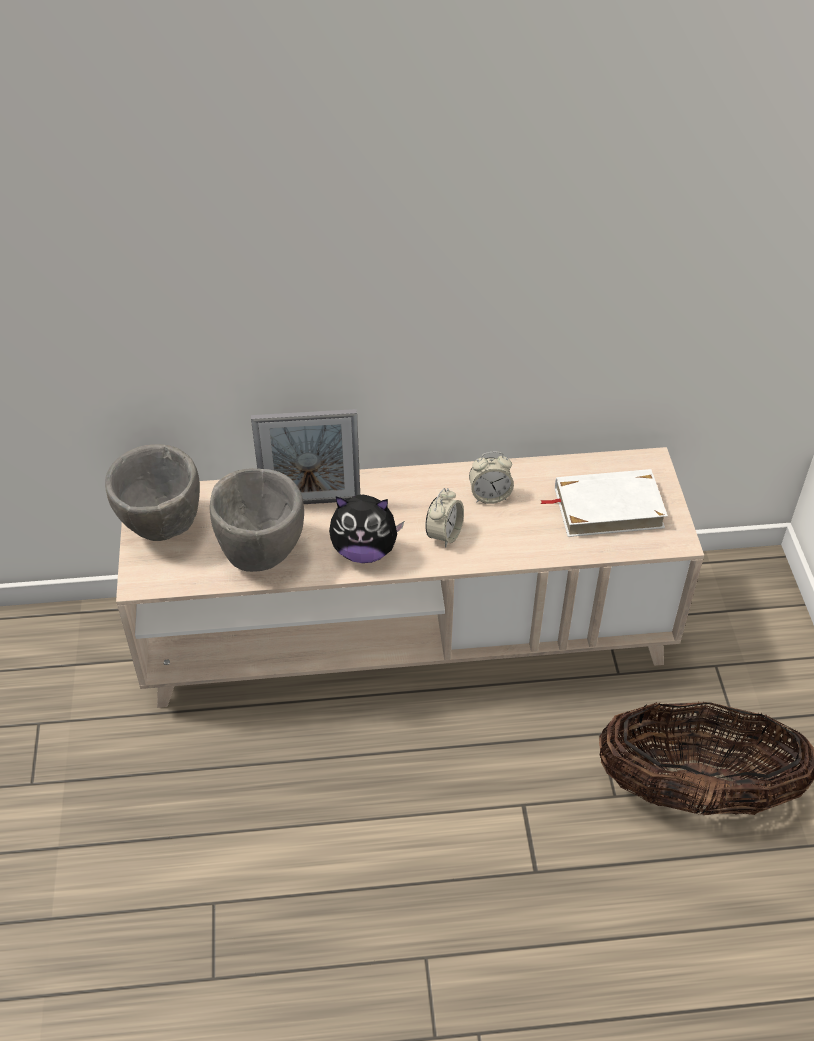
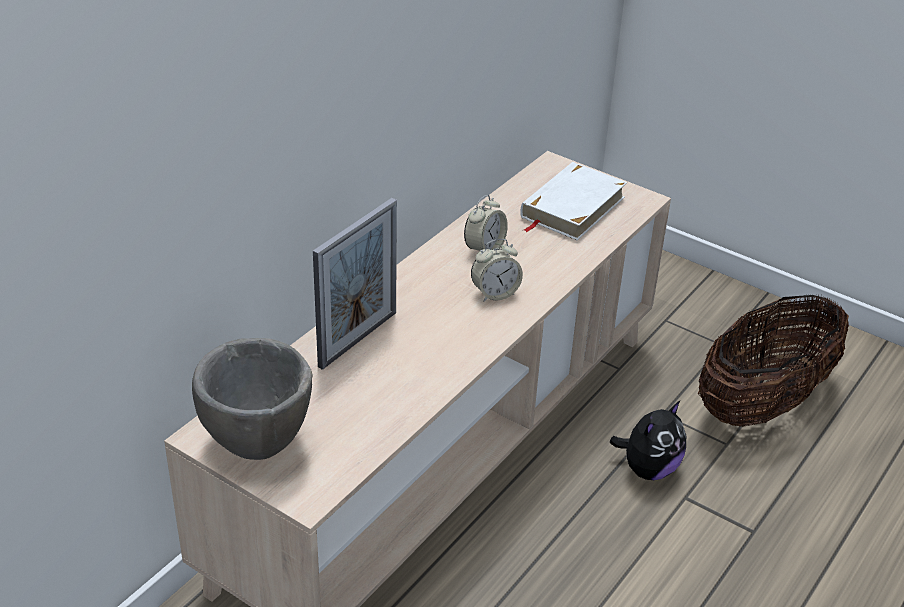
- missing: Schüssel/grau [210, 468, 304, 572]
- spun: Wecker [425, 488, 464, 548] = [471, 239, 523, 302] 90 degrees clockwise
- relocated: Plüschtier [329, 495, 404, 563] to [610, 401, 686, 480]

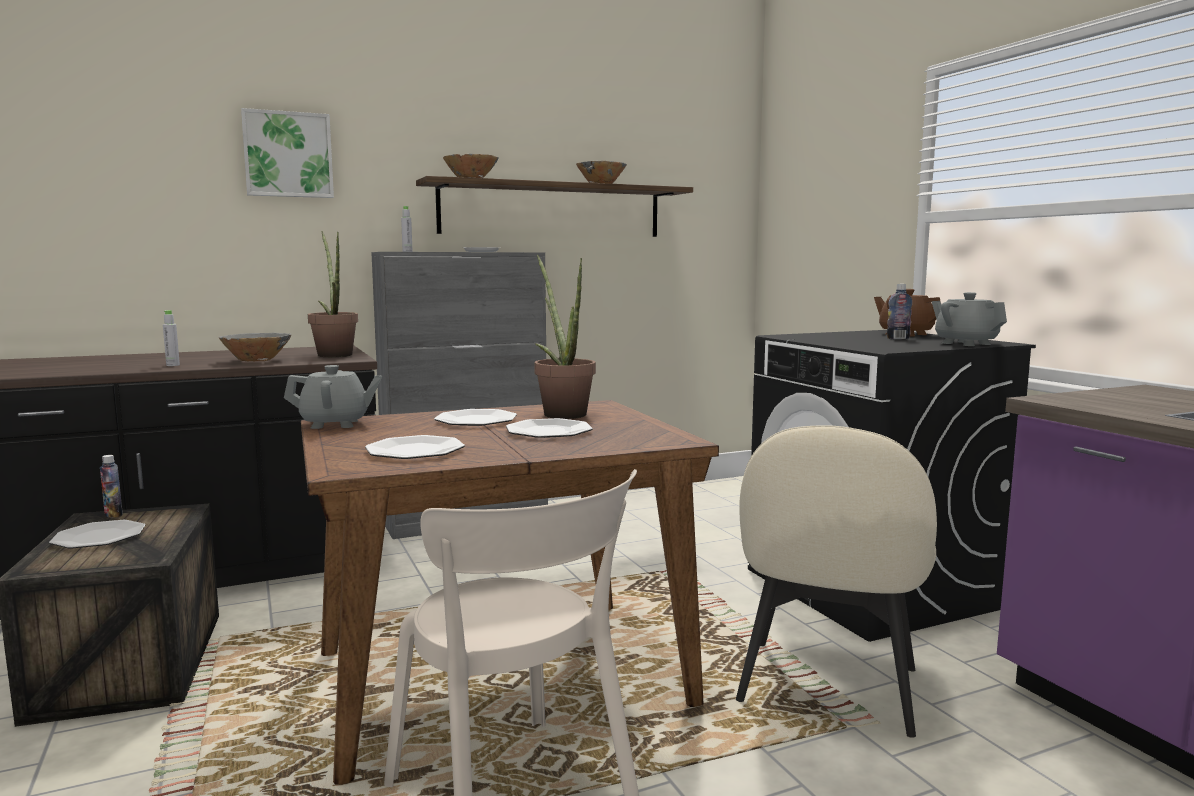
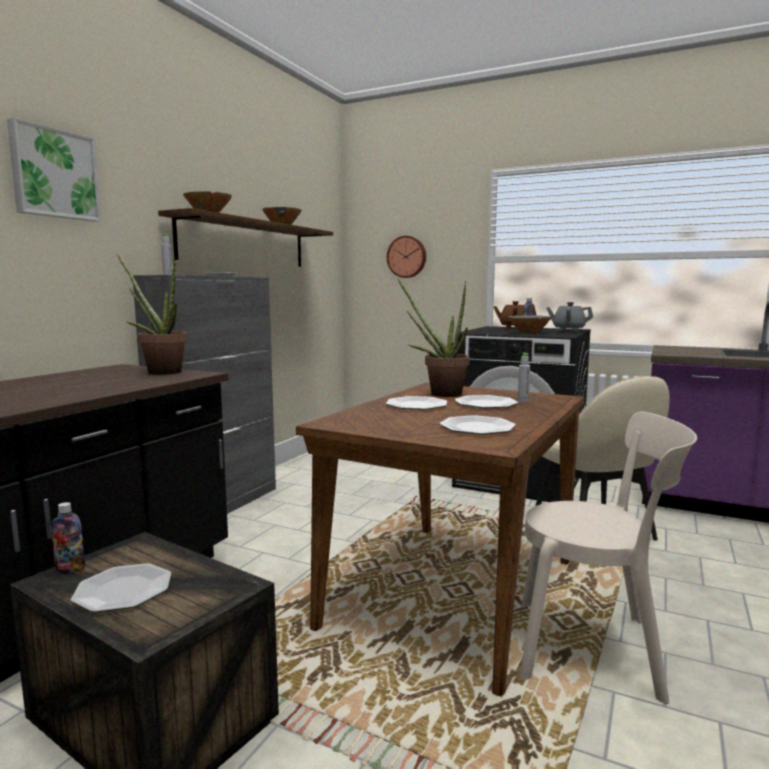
- relocated: Flasche/grau [163, 310, 180, 366] to [518, 353, 530, 403]
- relocated: Schüssel/grau [219, 333, 291, 361] to [509, 315, 552, 333]
- missing: Teekanne/grau [284, 365, 382, 429]
- appeared: Wanduhr [387, 236, 426, 278]

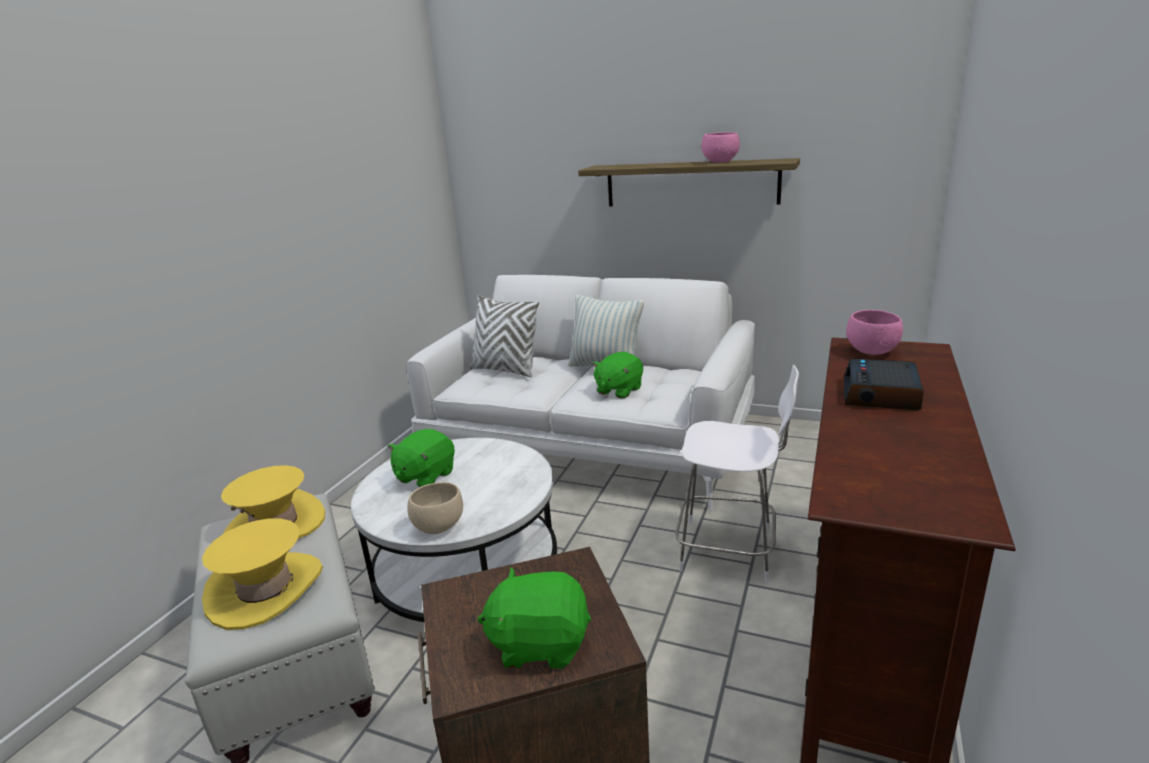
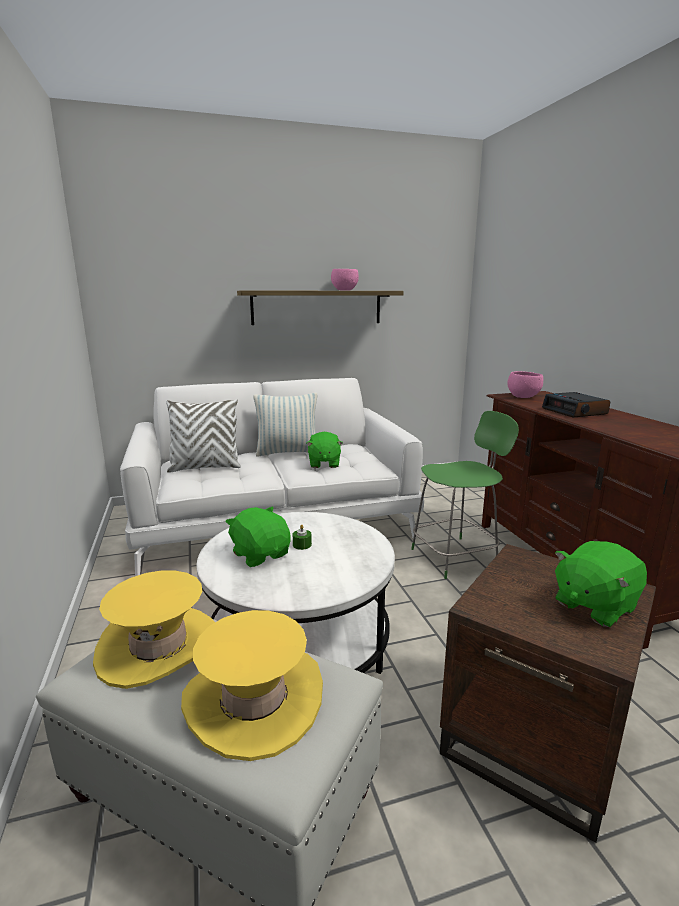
- colour: Hocker/weiß [676, 365, 799, 582] to Hocker/grün [411, 411, 519, 579]
- spun: Plüschtier/grün [387, 429, 455, 487] = [225, 507, 291, 567] 150 degrees clockwise
- missing: Schüssel/beige [407, 482, 463, 534]
- appeared: Kerze/grün [293, 524, 312, 550]

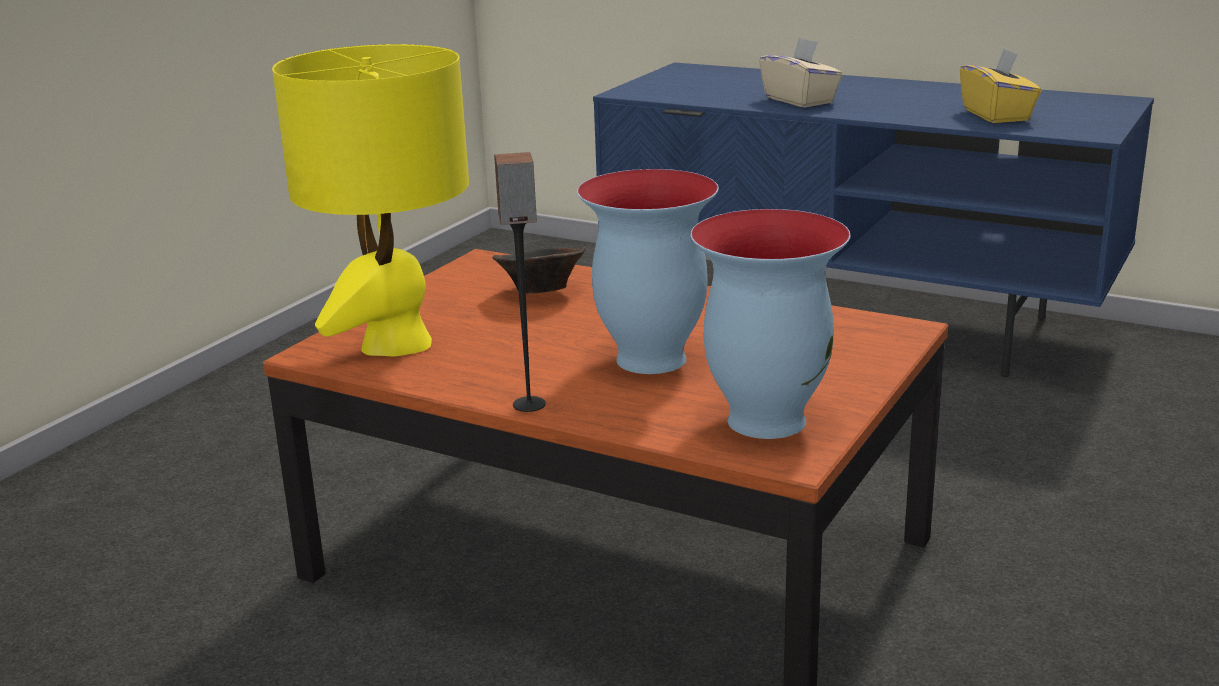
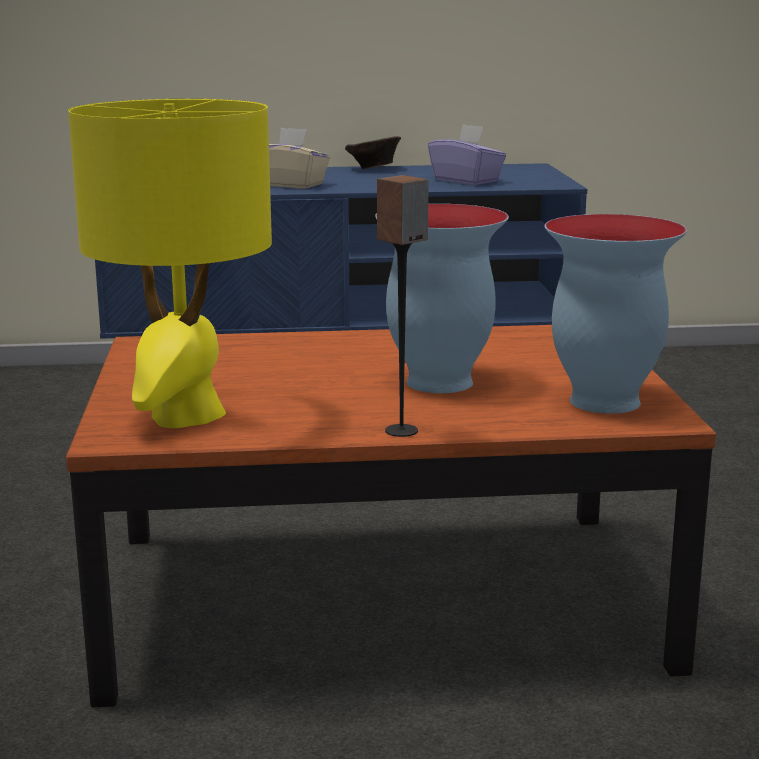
- colour: Taschentuchbox/gelb [960, 48, 1042, 123] to Taschentuchbox/lila [428, 124, 506, 185]
- relocated: Schüssel/braun [492, 247, 585, 294] to [345, 136, 401, 169]

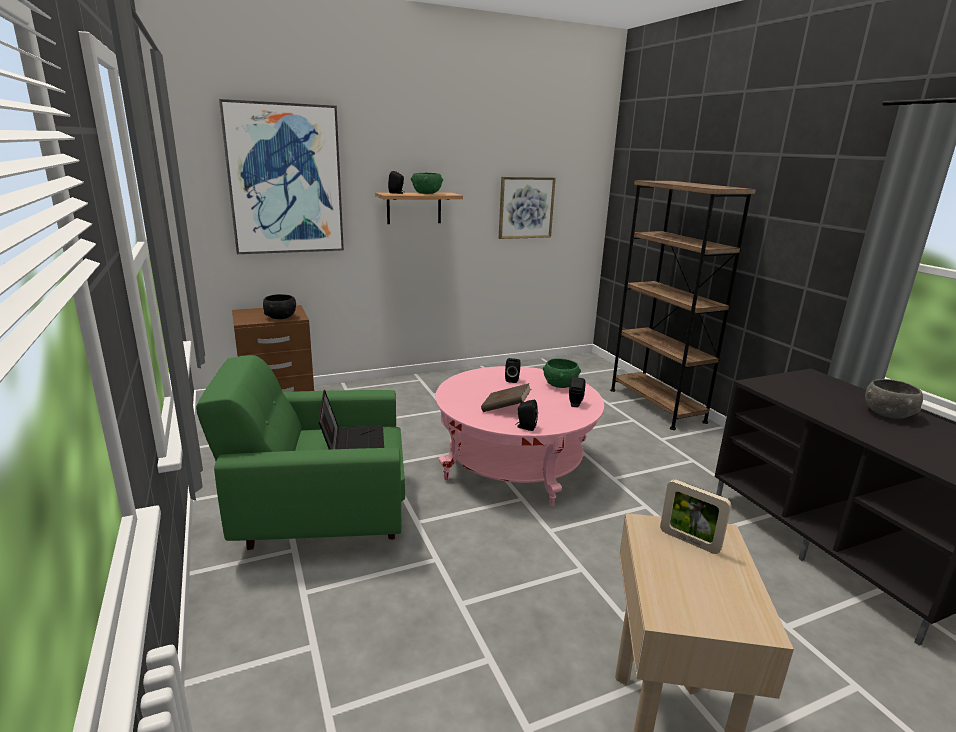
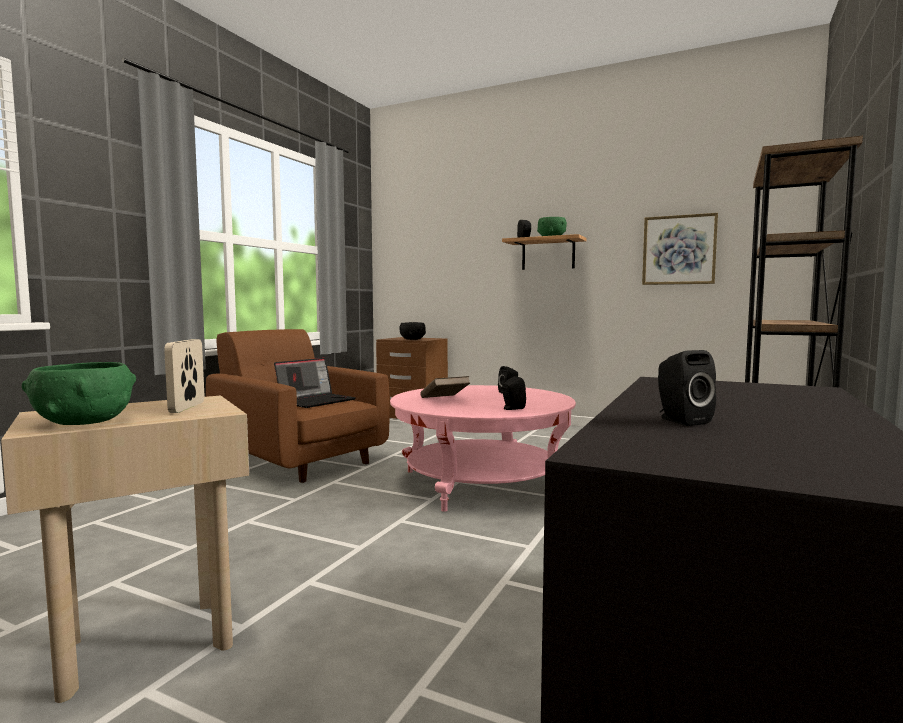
- missing: Bild [219, 99, 344, 254]
- colour: Sessel/grün [196, 355, 405, 550] to Sessel/braun [206, 329, 390, 483]
- relocated: Schüssel/grün [543, 358, 581, 388] to [22, 362, 136, 425]
- missing: Schüssel/grau [865, 379, 923, 419]
- relocated: Lautsprecher/schwarz [515, 399, 538, 431] to [658, 350, 716, 426]

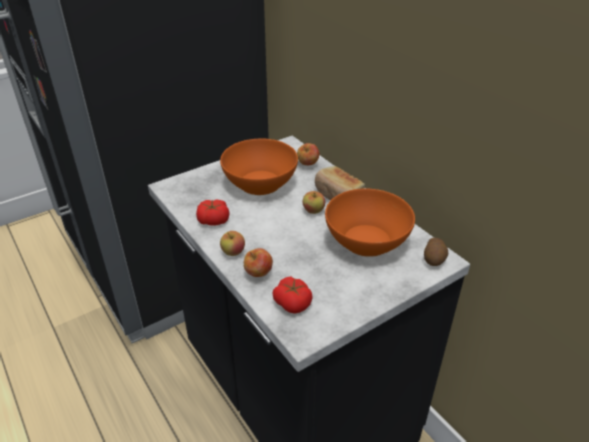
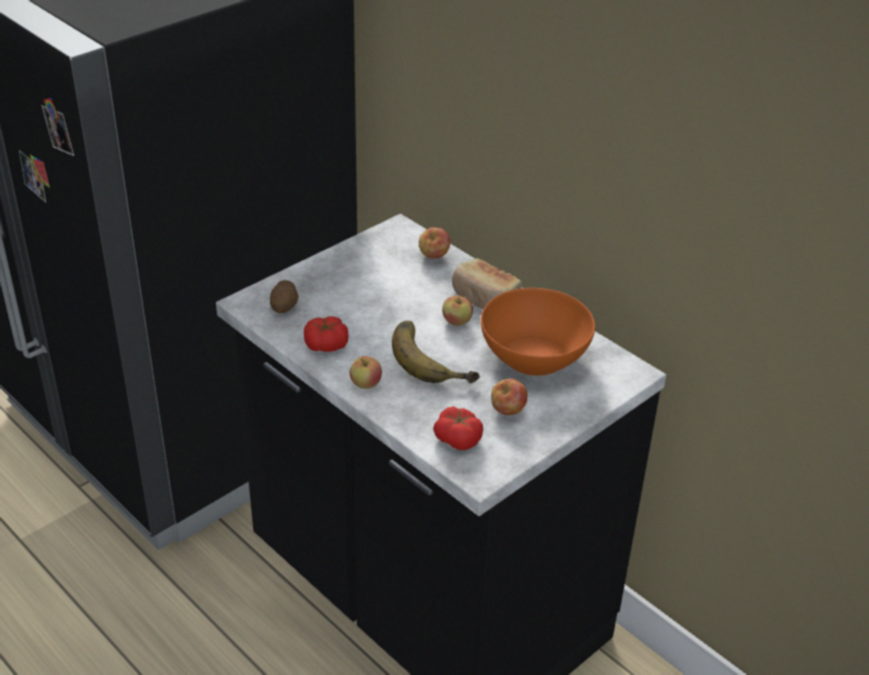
- missing: Schüssel/orange [220, 139, 298, 195]
- relocated: Kartoffel [424, 238, 448, 266] to [270, 280, 299, 313]
- relocated: Apfel [244, 248, 273, 277] to [491, 378, 527, 415]
- appeared: Banane [392, 321, 480, 383]

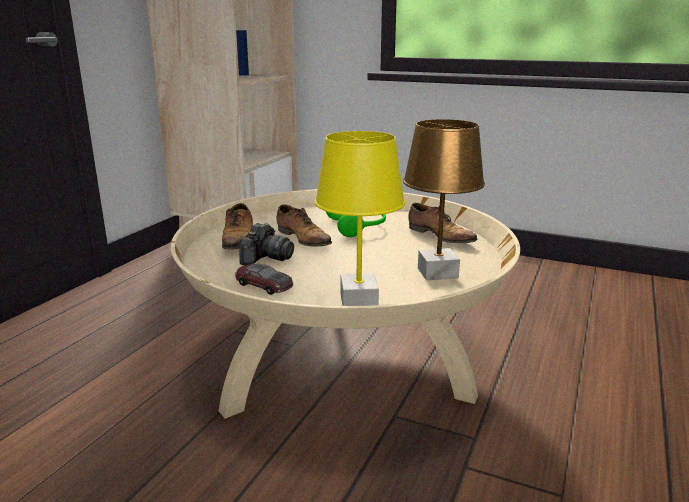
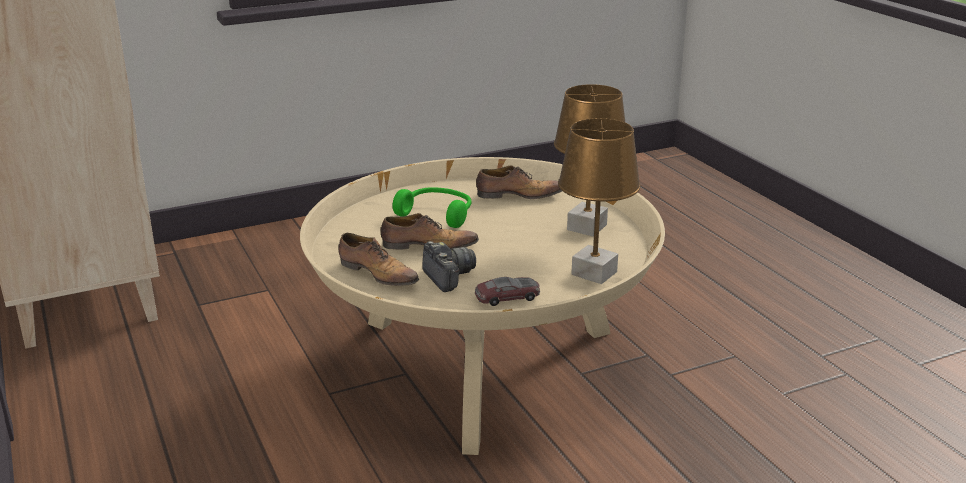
- colour: Tischlampe/gelb [315, 131, 405, 306] to Tischlampe/braun [558, 118, 641, 284]

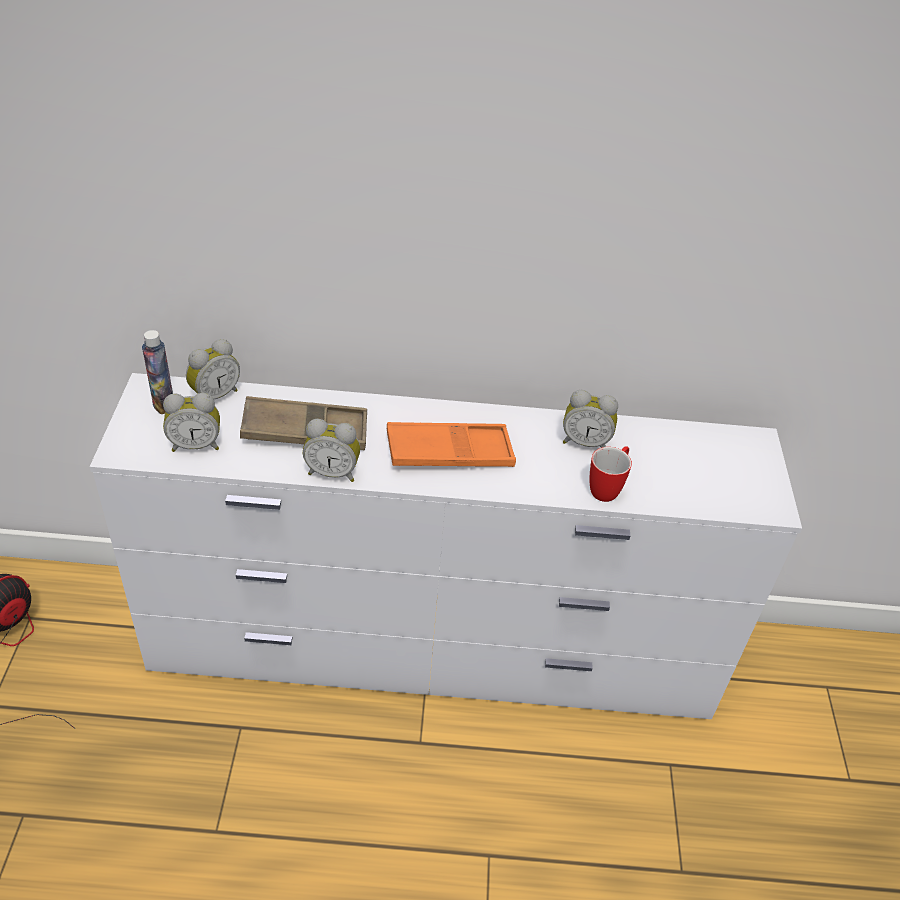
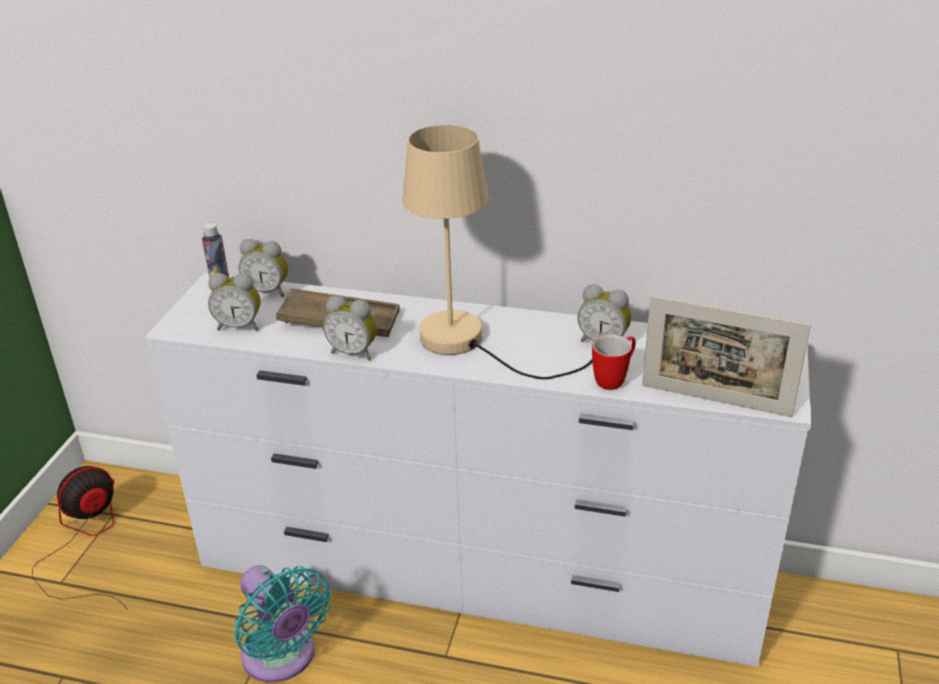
- spun: Wecker [186, 339, 240, 399] = [238, 239, 288, 297] 45 degrees clockwise
- exchanged: Tablett/orange [387, 422, 516, 467] to Tischlampe/beige [402, 125, 592, 379]
- appeared: Bilderrahmen [642, 295, 811, 417]
- appeared: Ventilator/türkis [235, 565, 331, 683]

